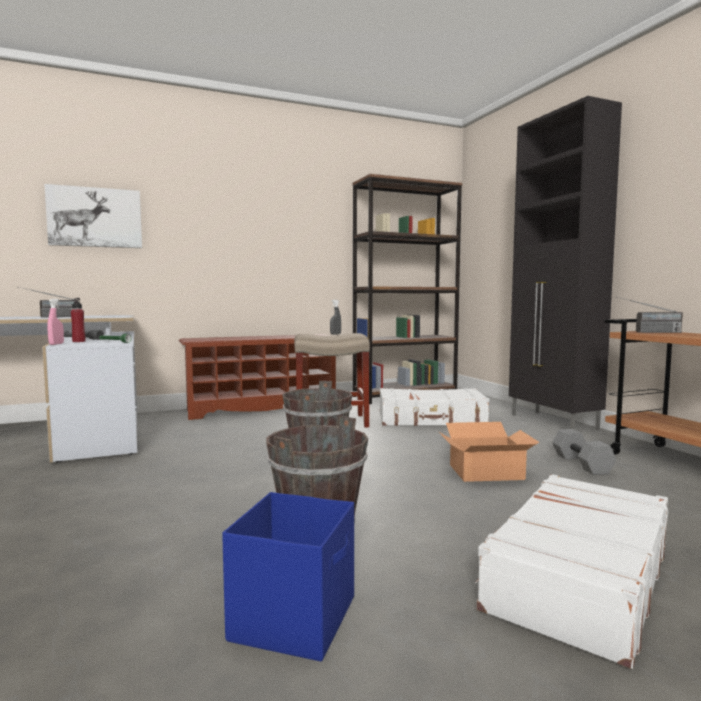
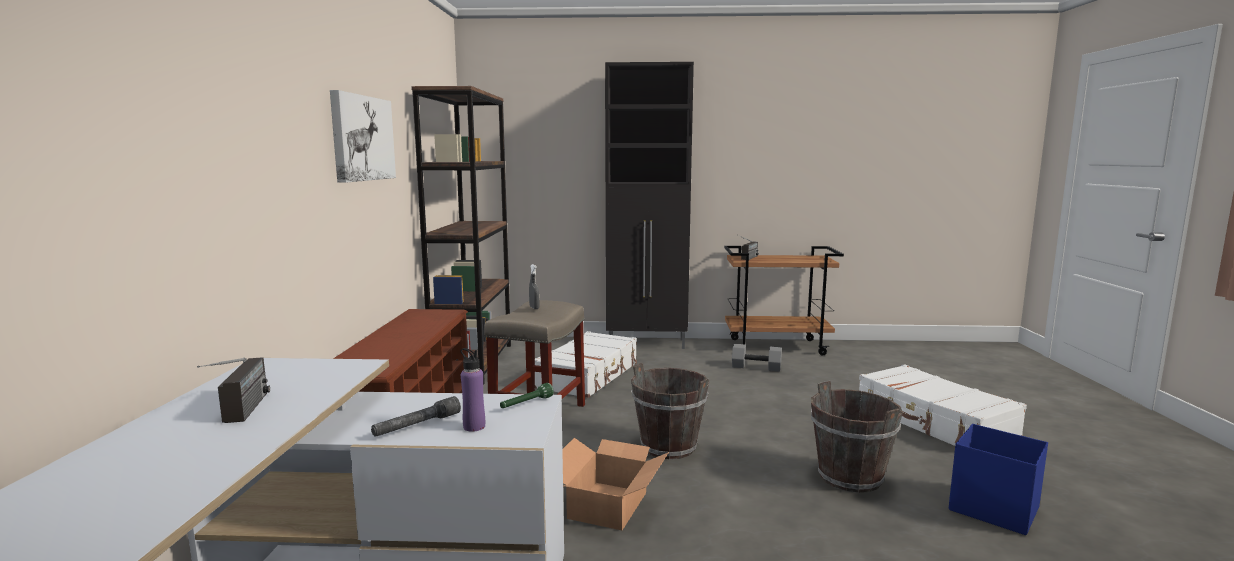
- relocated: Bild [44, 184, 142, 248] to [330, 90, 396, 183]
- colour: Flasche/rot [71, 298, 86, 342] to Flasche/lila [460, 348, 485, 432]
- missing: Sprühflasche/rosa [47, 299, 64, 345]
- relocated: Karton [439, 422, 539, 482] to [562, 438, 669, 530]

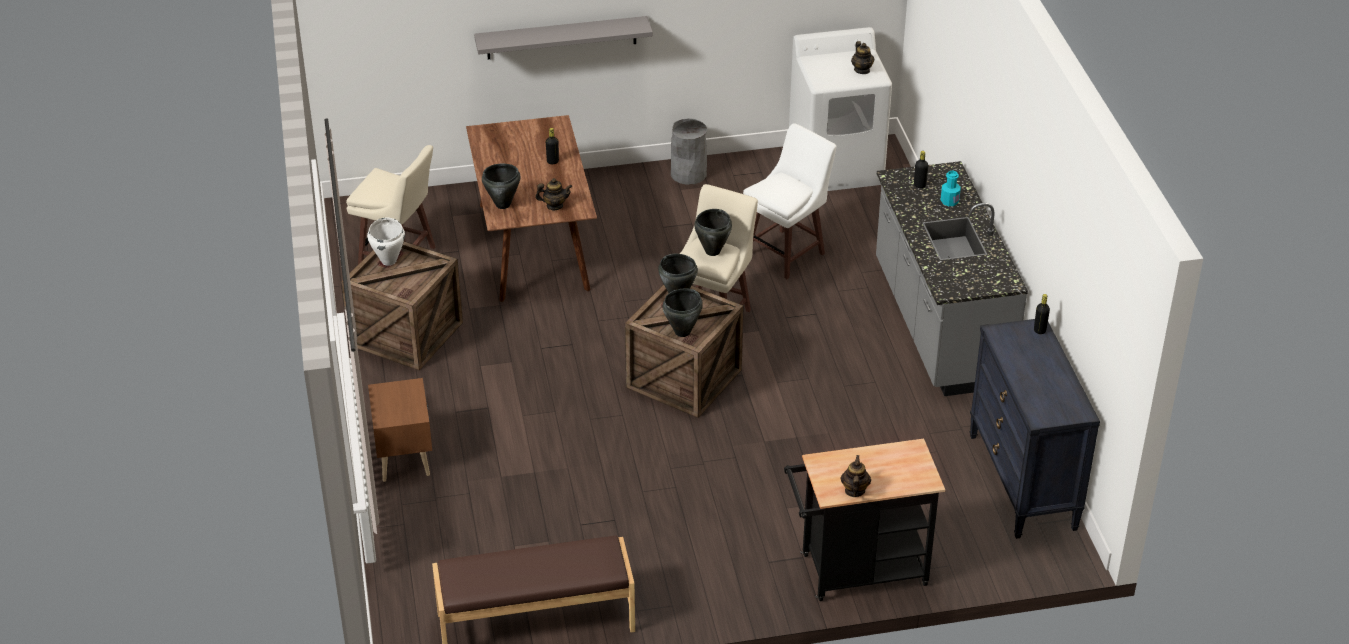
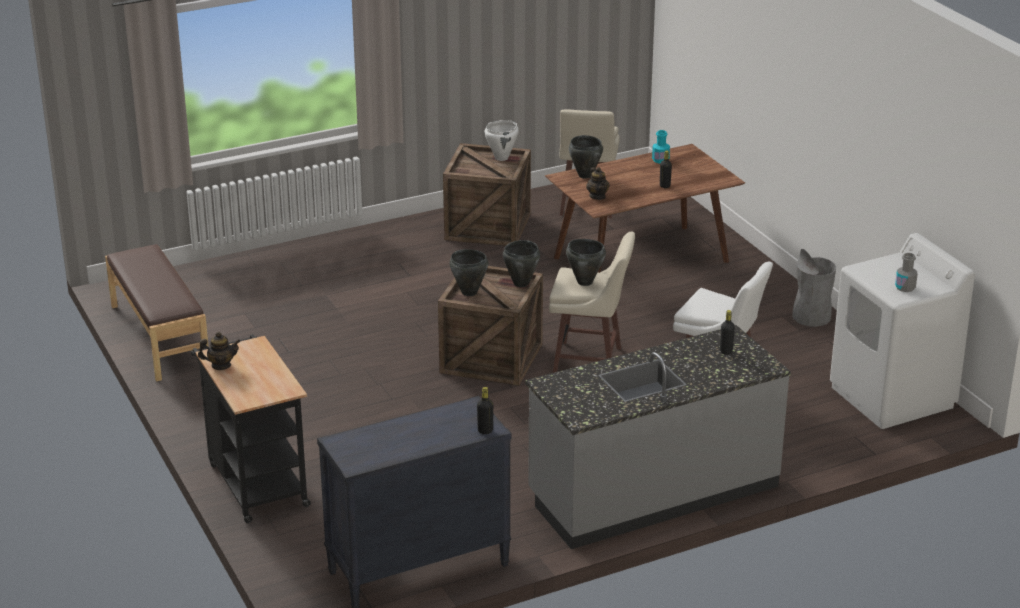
- missing: Wandregal/grau [474, 16, 653, 59]
- exchanged: Teekanne [851, 41, 874, 74] to Flasche/grau [895, 253, 918, 292]
- relocated: Flasche/türkis [941, 171, 961, 206] to [652, 130, 670, 163]
- missing: Nachttisch/braun [368, 378, 432, 482]

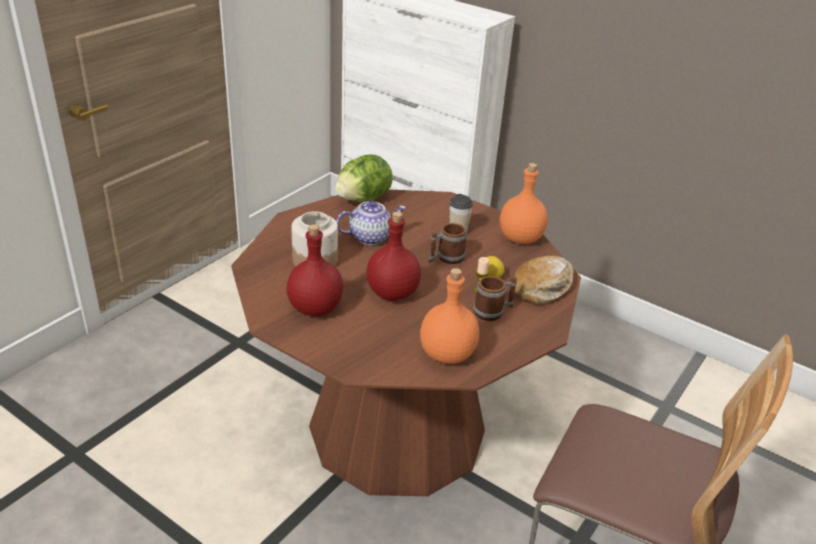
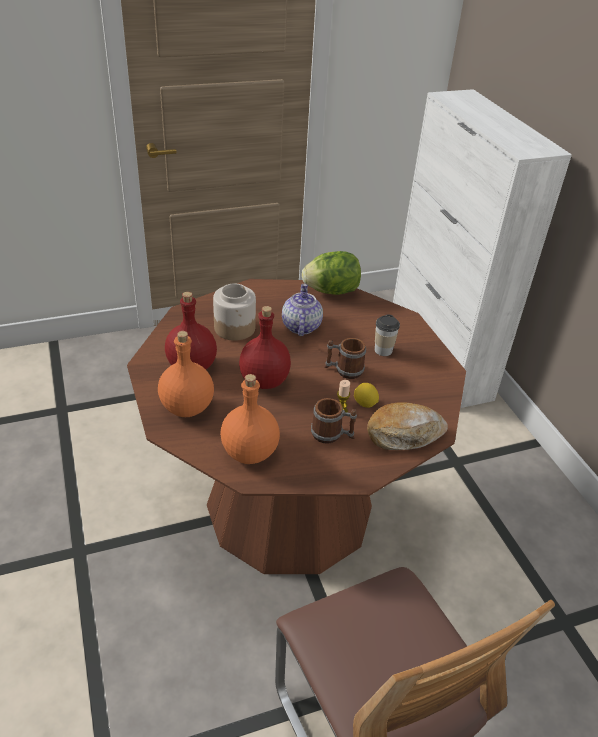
- relocated: Flasche/orange [500, 163, 548, 244] to [158, 331, 214, 417]
- spun: Teekanne [336, 201, 406, 245] = [282, 284, 323, 336] 105 degrees counterclockwise

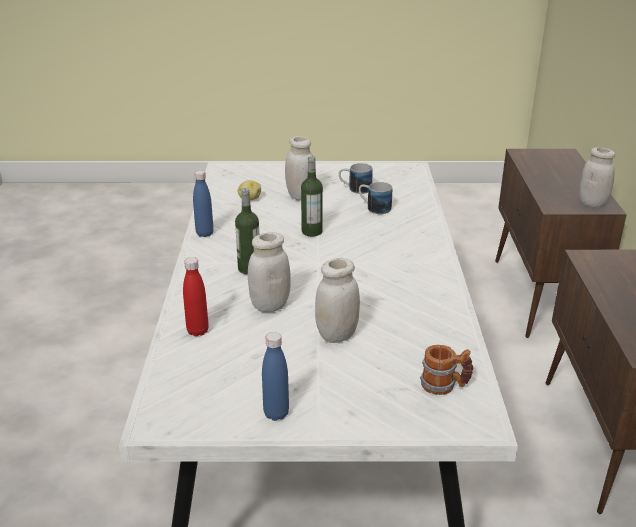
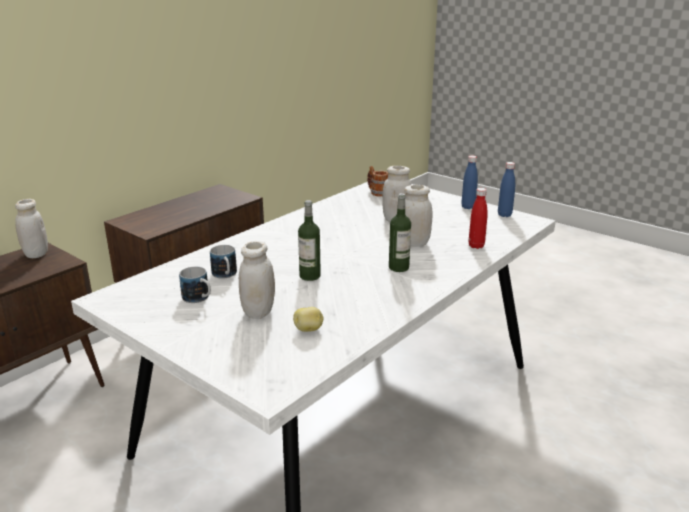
- relocated: Flasche/blau [193, 170, 214, 237] to [498, 162, 515, 217]

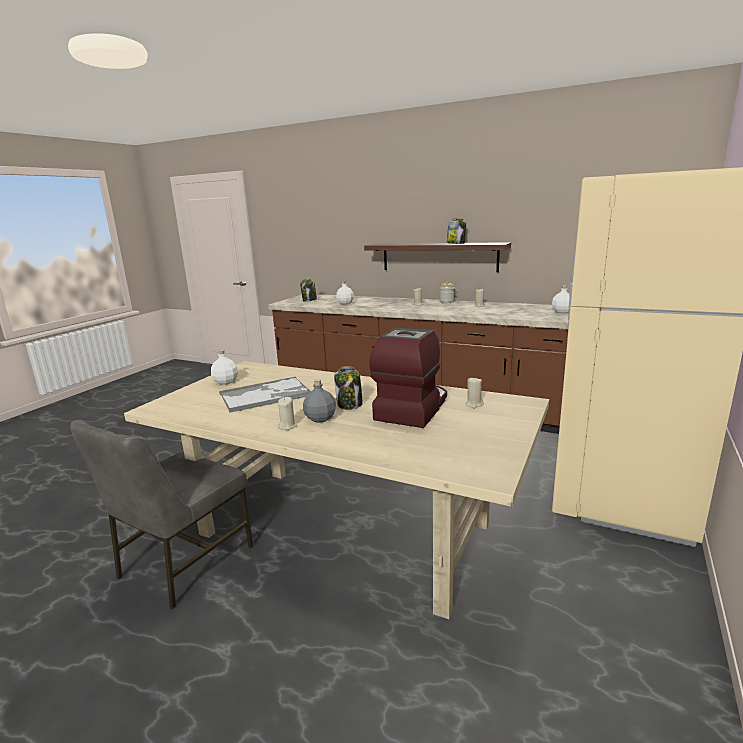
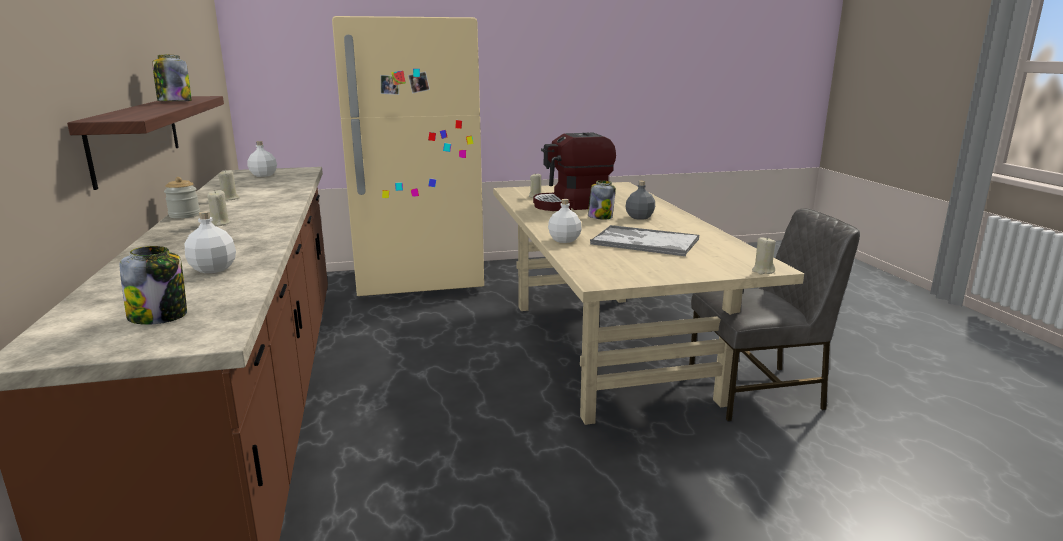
- relocated: Flasche/weiß [211, 350, 238, 385] to [548, 199, 582, 243]
- relocated: Kerze/beige [278, 397, 297, 430] to [752, 237, 776, 274]

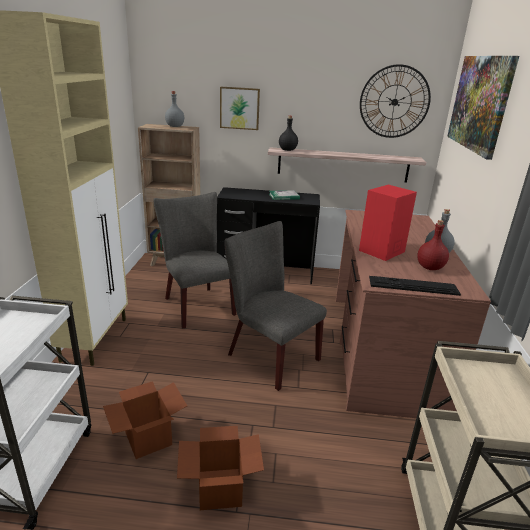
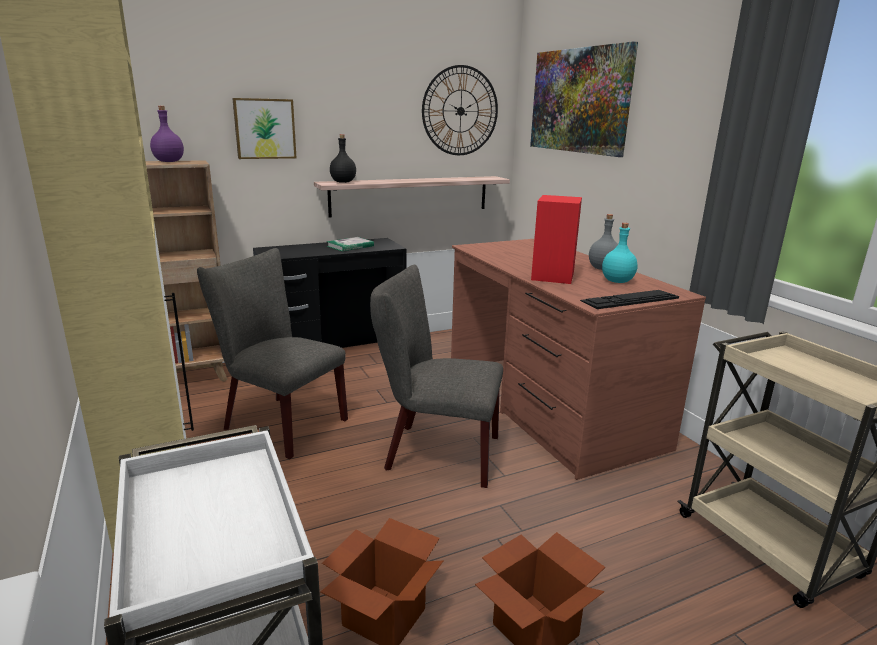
- colour: Flasche/grau [165, 91, 184, 127] to Flasche/lila [150, 106, 184, 162]
- colour: Flasche/rot [417, 220, 449, 270] to Flasche/türkis [602, 223, 638, 283]

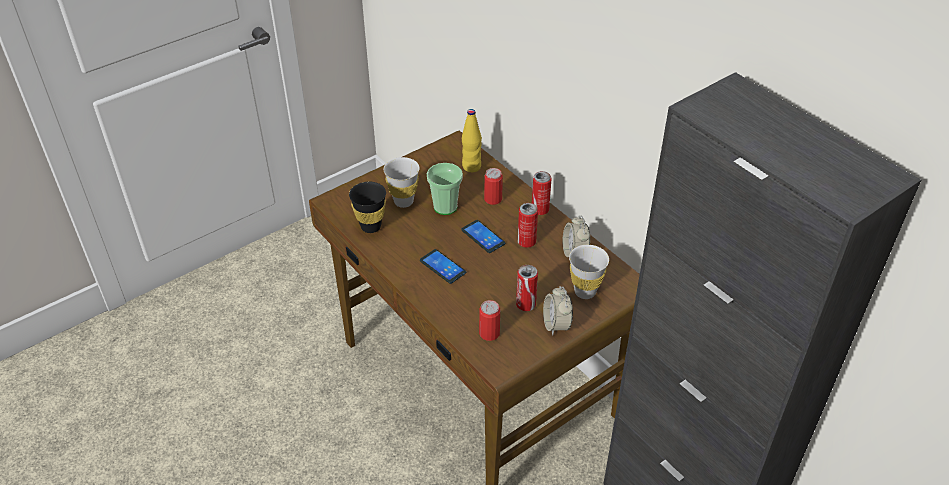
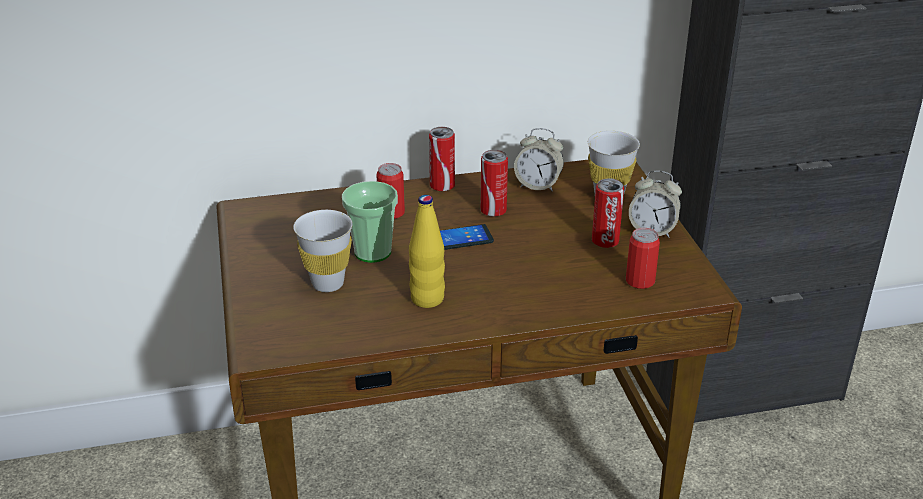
- relocated: Flasche/gelb [462, 109, 482, 172] to [409, 195, 445, 308]
- missing: Tasse/schwarz [349, 182, 386, 233]
- missing: Handy [420, 249, 466, 284]

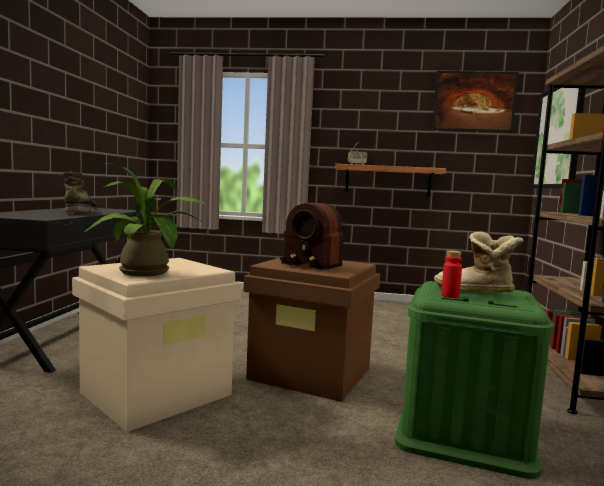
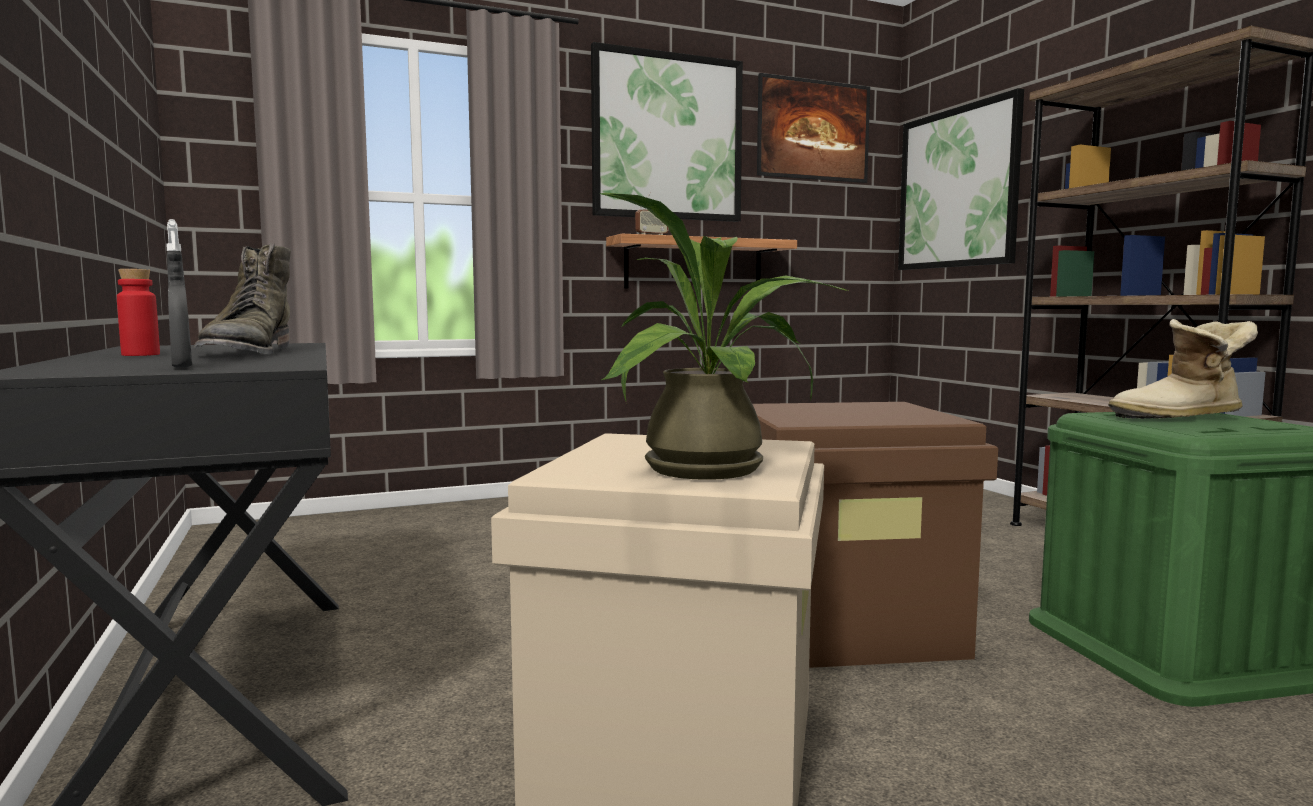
- spun: Stiefel/grün [63, 172, 99, 213] = [194, 243, 291, 354] 150 degrees counterclockwise
- missing: Radio [280, 203, 344, 270]
- relocated: Flasche/rot [441, 250, 462, 298] to [117, 269, 160, 356]
- appeared: Bild [591, 42, 743, 222]
- appeared: Sprühflasche/grau [166, 219, 192, 368]

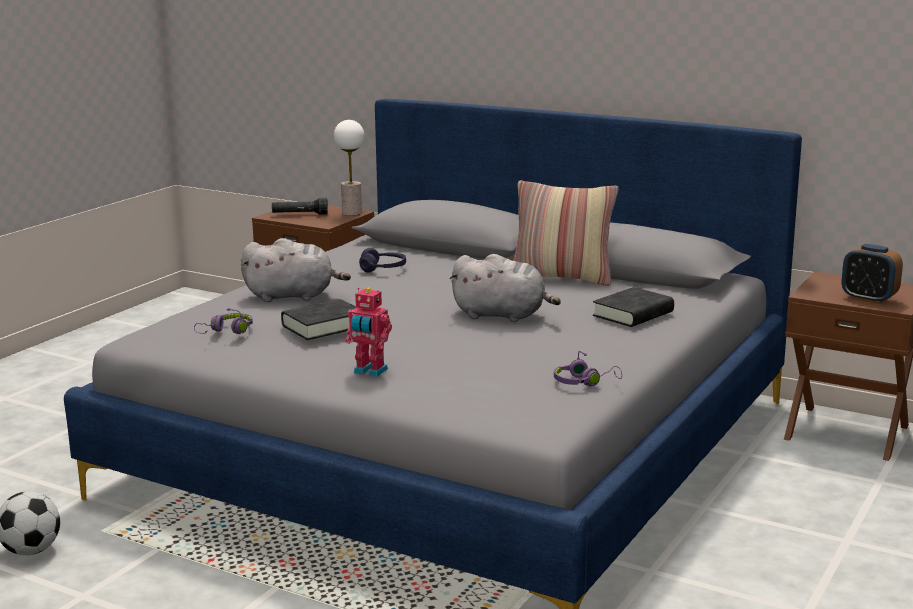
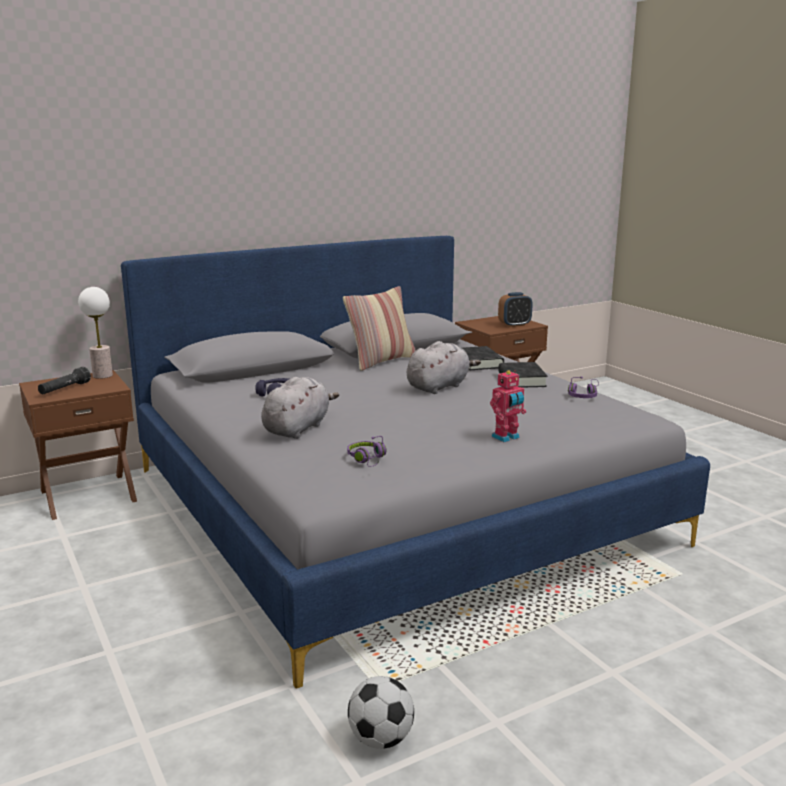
- relocated: Buch/schwarz [281, 299, 357, 340] to [498, 362, 547, 388]

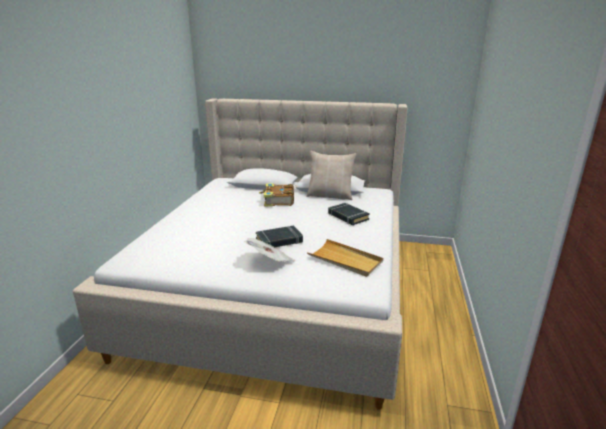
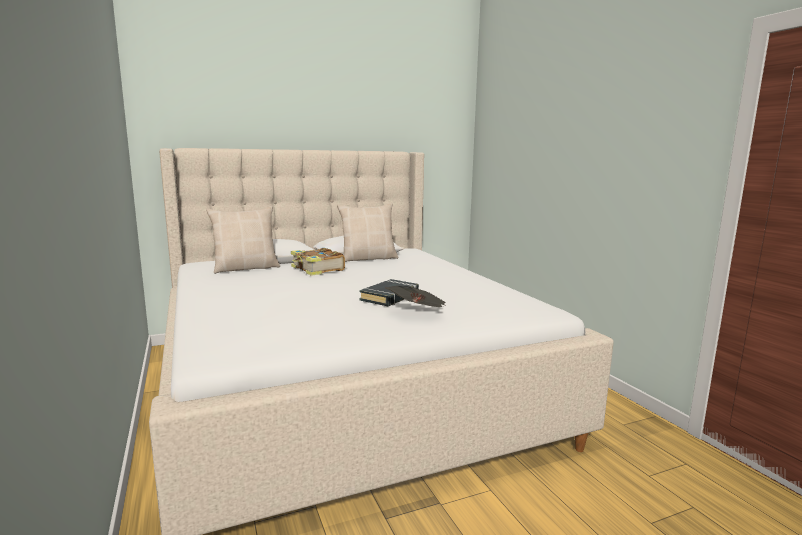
- missing: Buch/schwarz [328, 203, 370, 225]
- missing: Tablett/beige [307, 239, 383, 277]
- appeared: Kissen/beige [206, 206, 280, 274]

